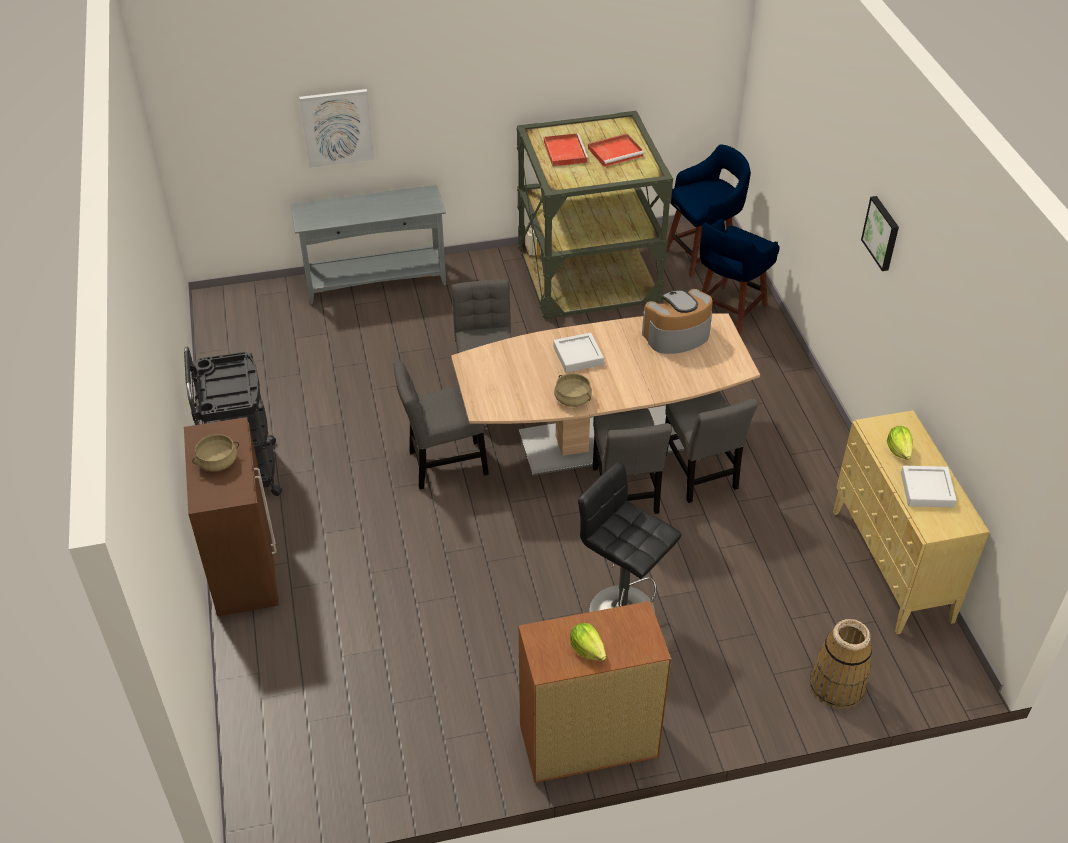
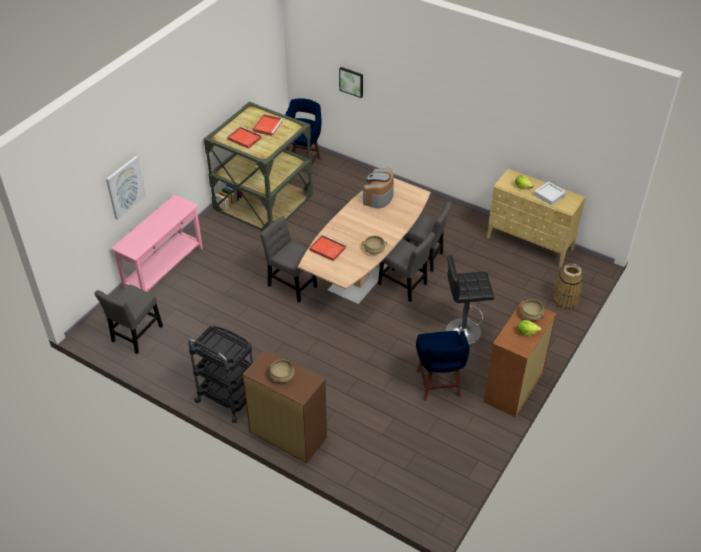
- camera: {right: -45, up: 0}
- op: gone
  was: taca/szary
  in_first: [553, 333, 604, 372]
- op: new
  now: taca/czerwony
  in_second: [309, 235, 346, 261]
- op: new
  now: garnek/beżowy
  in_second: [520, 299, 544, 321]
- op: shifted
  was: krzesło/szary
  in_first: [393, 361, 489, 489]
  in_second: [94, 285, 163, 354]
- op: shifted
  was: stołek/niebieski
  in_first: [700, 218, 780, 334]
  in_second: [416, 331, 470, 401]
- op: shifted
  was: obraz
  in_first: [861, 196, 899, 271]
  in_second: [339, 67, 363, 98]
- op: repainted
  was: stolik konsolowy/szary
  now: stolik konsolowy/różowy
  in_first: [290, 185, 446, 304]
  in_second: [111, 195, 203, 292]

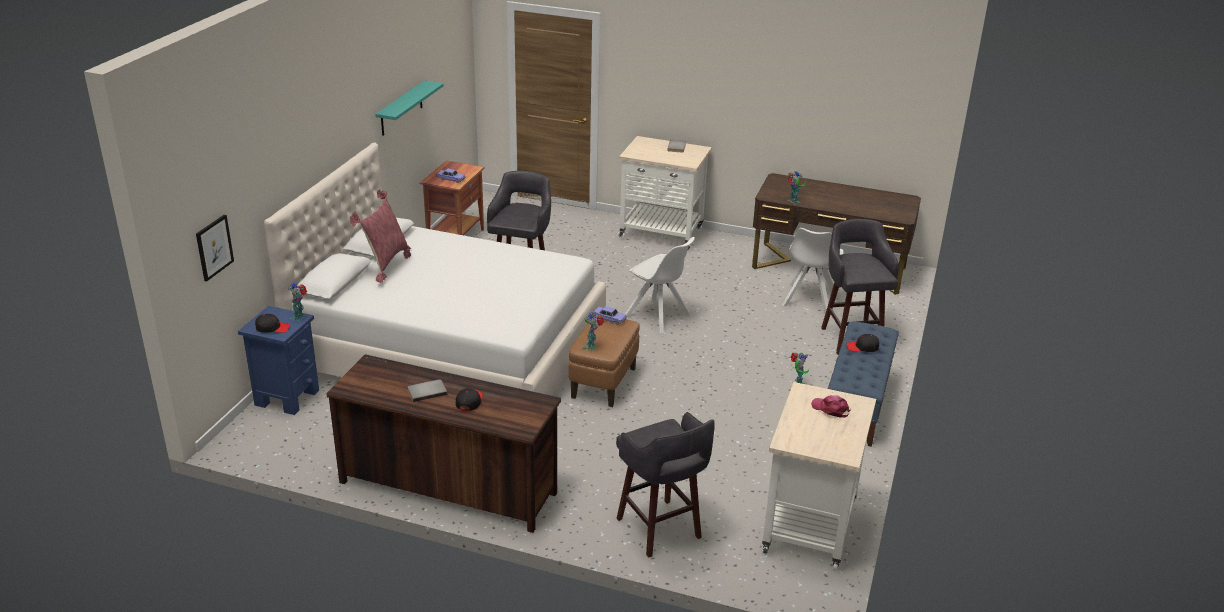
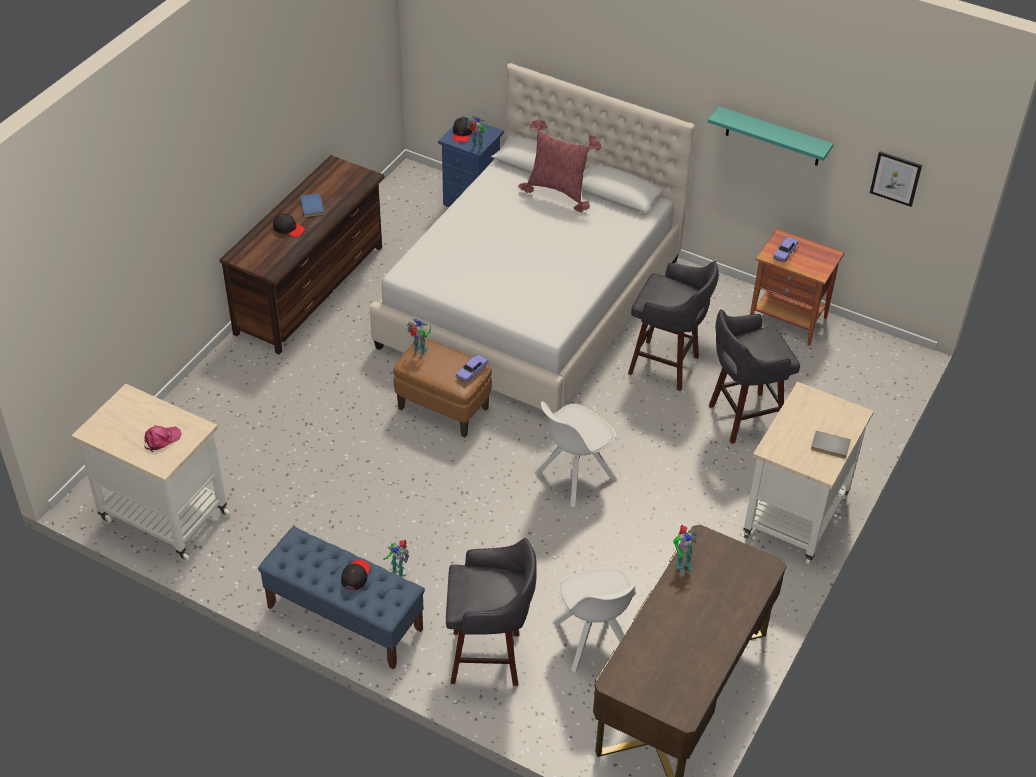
- camera: {right: 100, up: 15}
- op: shifted
  was: obraz
  in_first: [196, 214, 234, 282]
  in_second: [870, 151, 922, 207]
- op: shifted
  was: stołek/szary
  in_first: [616, 412, 715, 558]
  in_second: [709, 309, 800, 444]
- op: repainted
  was: książka/szary
  now: książka/niebieski
  in_first: [407, 379, 447, 402]
  in_second: [300, 193, 324, 217]
- op: rotated
  was: krzesło/biały
  in_first: [782, 228, 843, 313]
  in_second: [553, 567, 636, 673]
  clockwise: -135

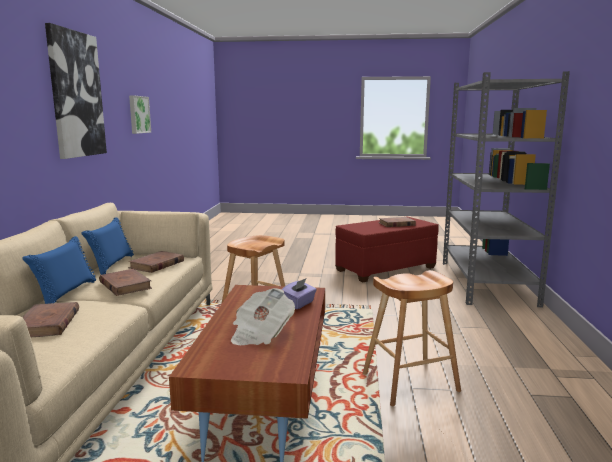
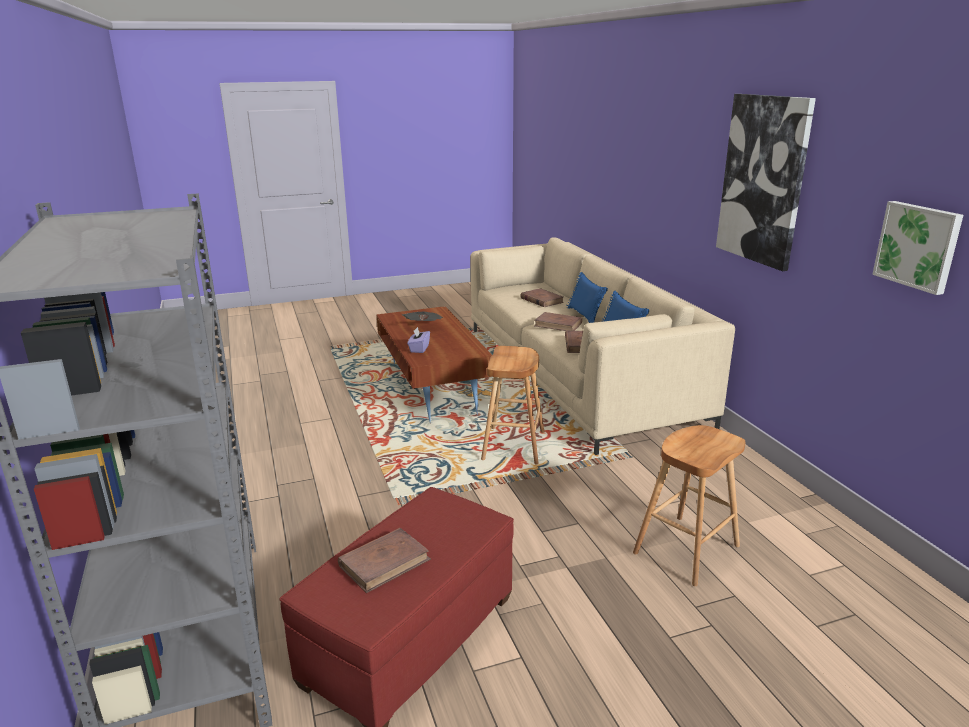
- camera: {right: 155, up: 10}
- op: shifted
  was: stołek/brązowy
  in_first: [363, 270, 461, 406]
  in_second: [633, 425, 745, 586]

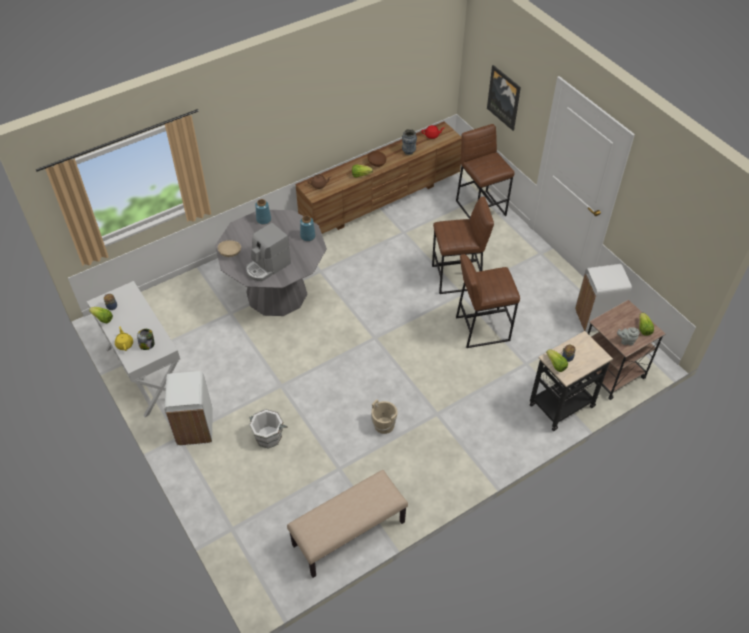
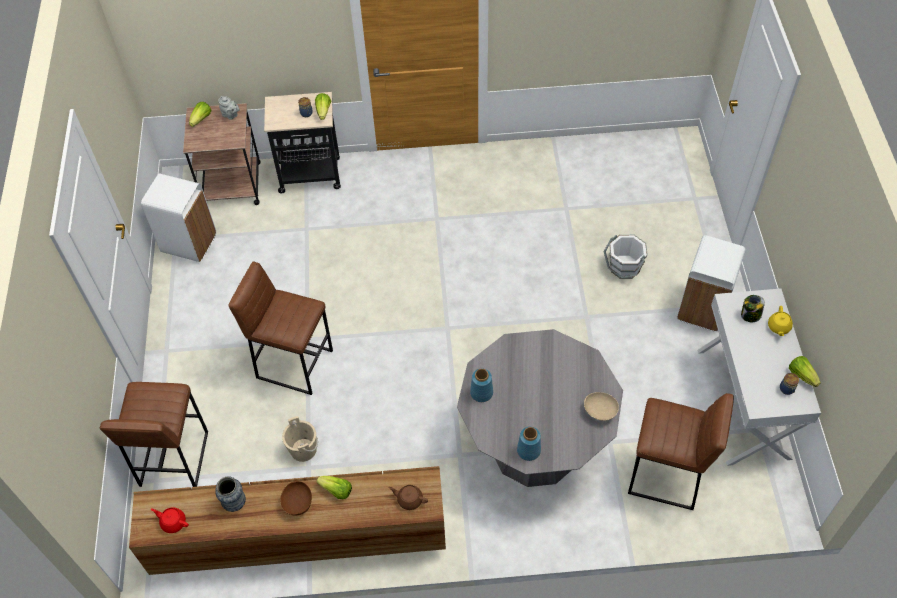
- camera: {right: -150, up: 5}
- op: gone
  was: ekspres do kawy
  in_first: [246, 222, 291, 281]
- op: gone
  was: ławka/beżowy
  in_first: [287, 470, 408, 578]
- op: gone
  was: obraz
  in_first: [487, 65, 521, 131]
- op: shifted
  was: wiadro/beżowy
  in_first: [371, 399, 398, 434]
  in_second: [282, 416, 318, 462]
- op: shifted
  was: stołek/brązowy
  in_first: [456, 254, 520, 348]
  in_second: [628, 393, 734, 510]

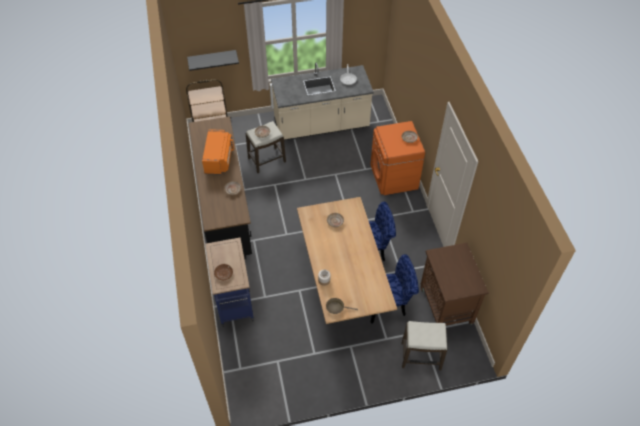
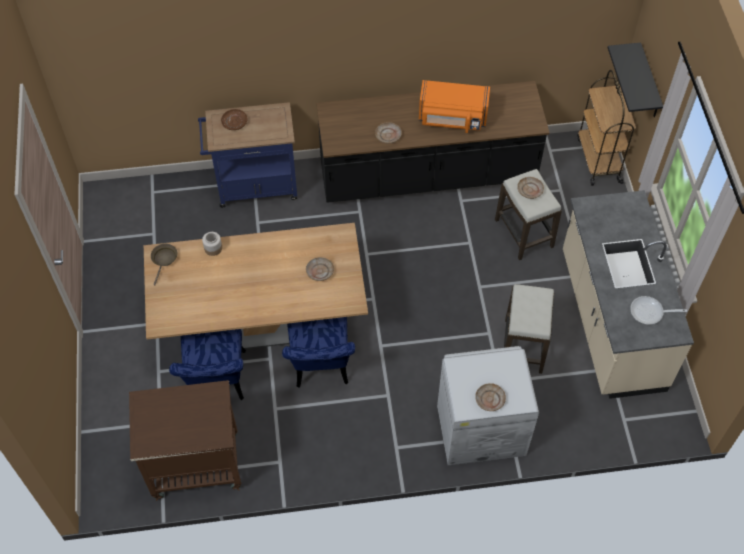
- camera: {right: 95, up: 5}
- op: shifted
  was: stołek
  in_first: [402, 321, 447, 370]
  in_second: [504, 284, 554, 374]
- op: repainted
  was: pralka/pomarańczowy
  now: pralka/biały
  in_first: [370, 121, 425, 195]
  in_second: [437, 346, 539, 465]

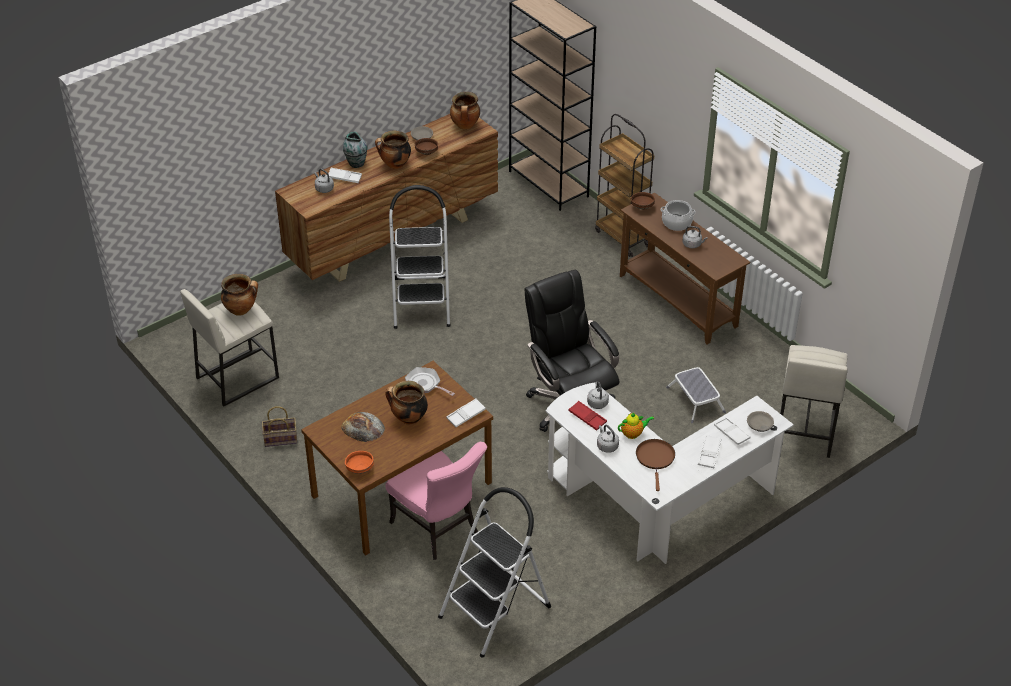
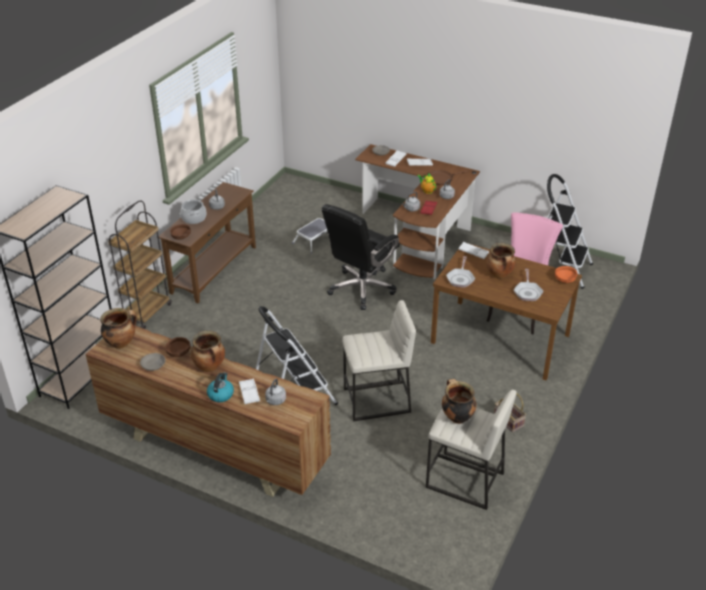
- camera: {right: -115, up: -5}
- op: shifted
  was: stołek/beżowy
  in_first: [780, 345, 848, 458]
  in_second: [342, 300, 416, 421]
- op: swapped
  was: chleb
  now: patelnia
  in_first: [341, 412, 385, 442]
  in_second: [514, 269, 544, 301]
- op: swapped
  was: wazon
  now: czajnik
  in_first: [343, 132, 368, 168]
  in_second: [207, 372, 234, 402]
- op: repainted
  was: biurko/biały
  now: biurko/brązowy
  in_first: [546, 383, 794, 564]
  in_second: [355, 144, 480, 280]

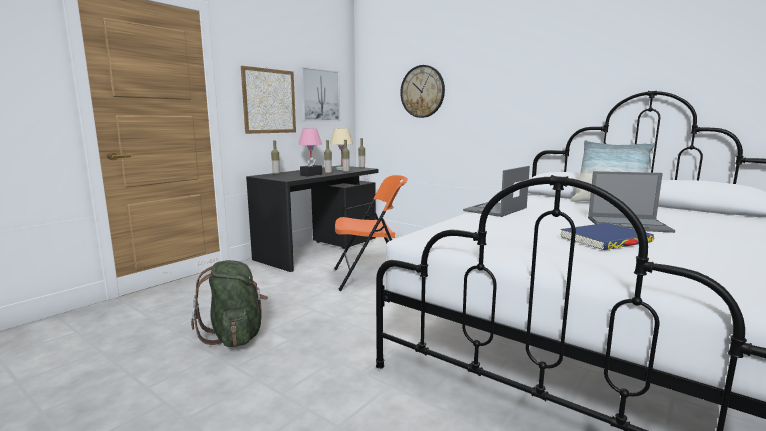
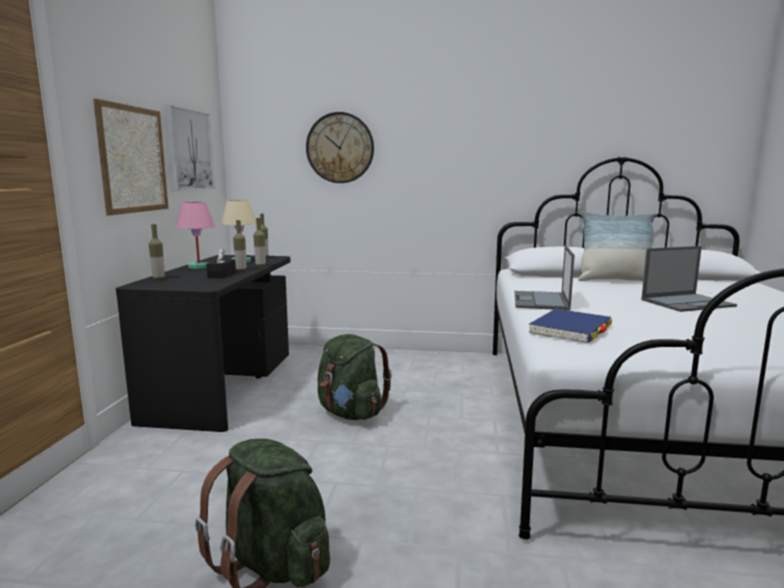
- camera: {right: -30, up: 0}
- op: shifted
  was: książka/niebieski
  in_first: [560, 223, 654, 250]
  in_second: [529, 309, 612, 343]
- op: swapped
  was: krzesło/pomarańczowy
  now: plecak/zielony
  in_first: [334, 175, 408, 291]
  in_second: [318, 334, 392, 420]

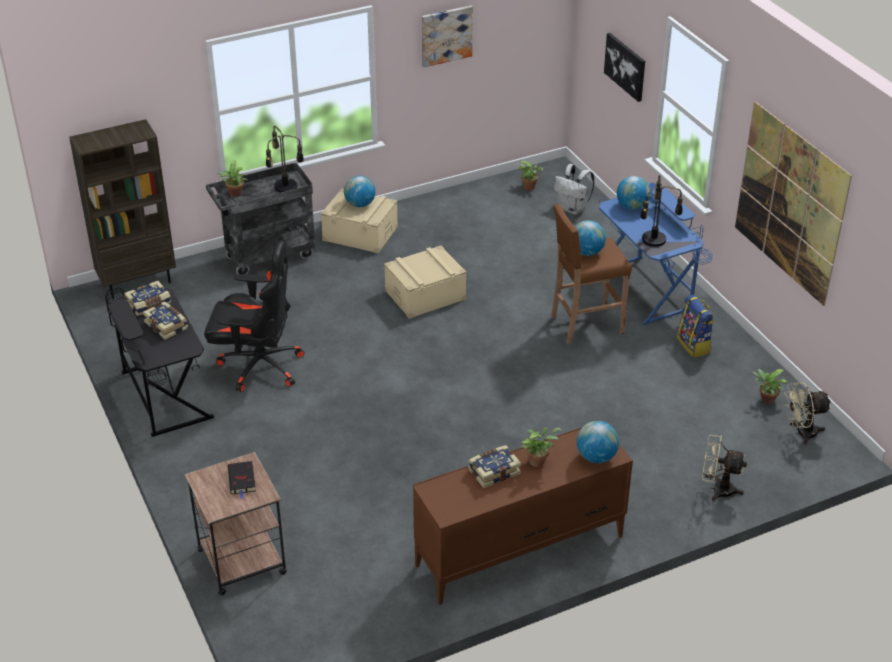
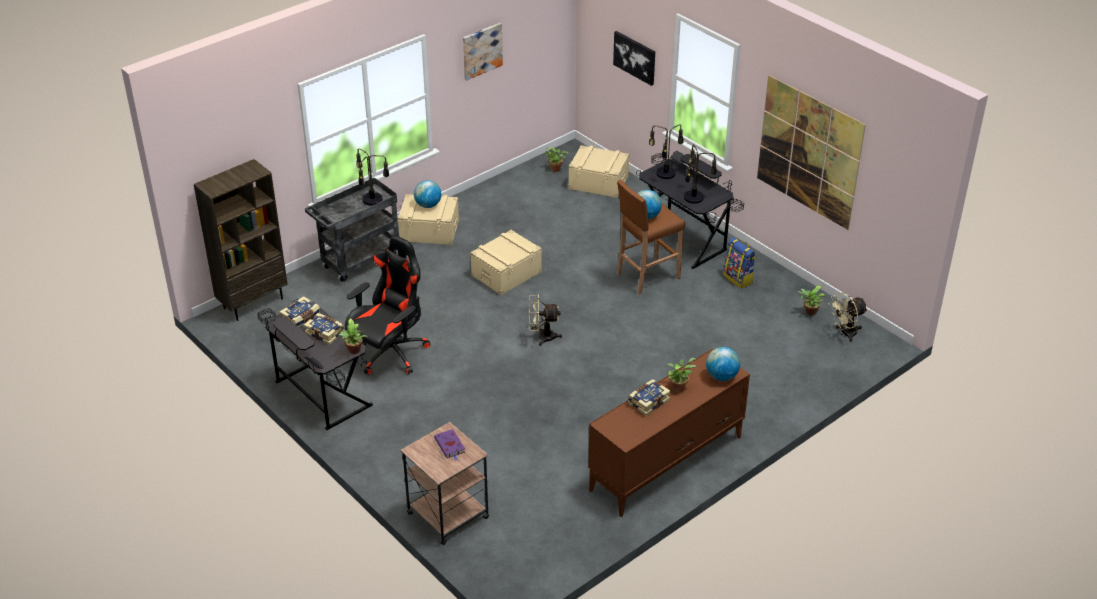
- camera: {right: -15, up: 0}
- op: shifted
  was: roślina doniczkowa
  in_first: [218, 160, 248, 197]
  in_second: [339, 318, 368, 354]
- op: shifted
  was: wentylator/beżowy
  in_first: [702, 435, 747, 501]
  in_second: [529, 294, 562, 346]
- op: swapped
  was: plecak/biały
  now: pojemnik do przechowywania/beżowy
  in_first: [554, 164, 594, 214]
  in_second: [568, 145, 630, 198]
- op: swapped
  was: globus
  now: lampa stołowa
  in_first: [617, 176, 650, 210]
  in_second: [649, 124, 684, 179]
- op: repainted
  was: książka/czarny
  now: książka/fioletowy
  in_first: [228, 461, 256, 499]
  in_second: [434, 429, 465, 461]
- op: repainted
  was: biurko/niebieski
  now: biurko/czarny
  in_first: [599, 182, 713, 325]
  in_second: [636, 151, 744, 269]
- op: rotated
  was: krzesło biurowe/czarny
  in_first: [204, 240, 304, 392]
  in_second: [345, 235, 430, 375]
  clockwise: -45

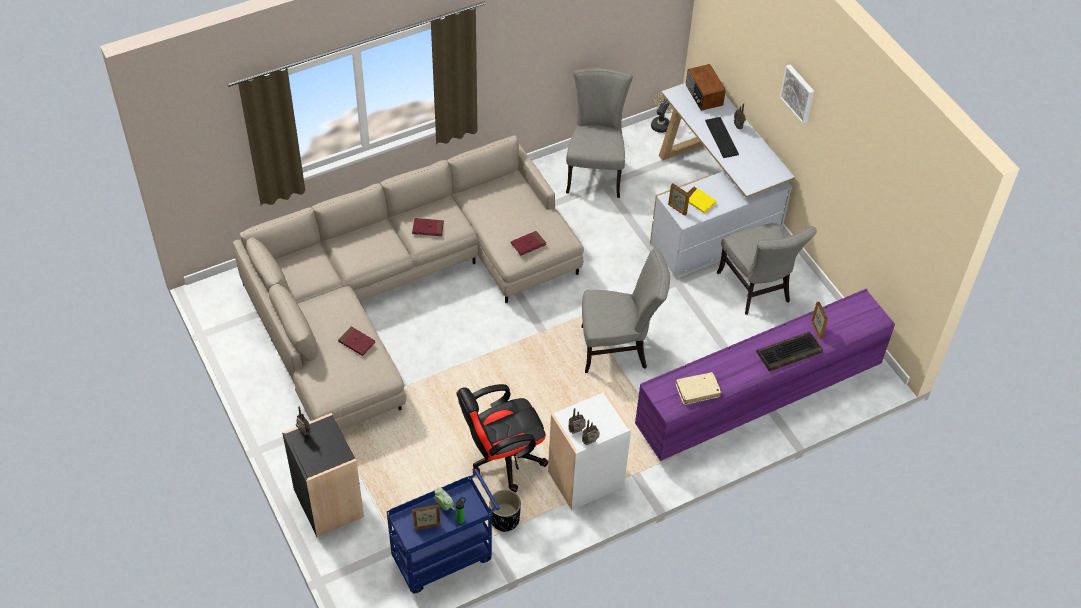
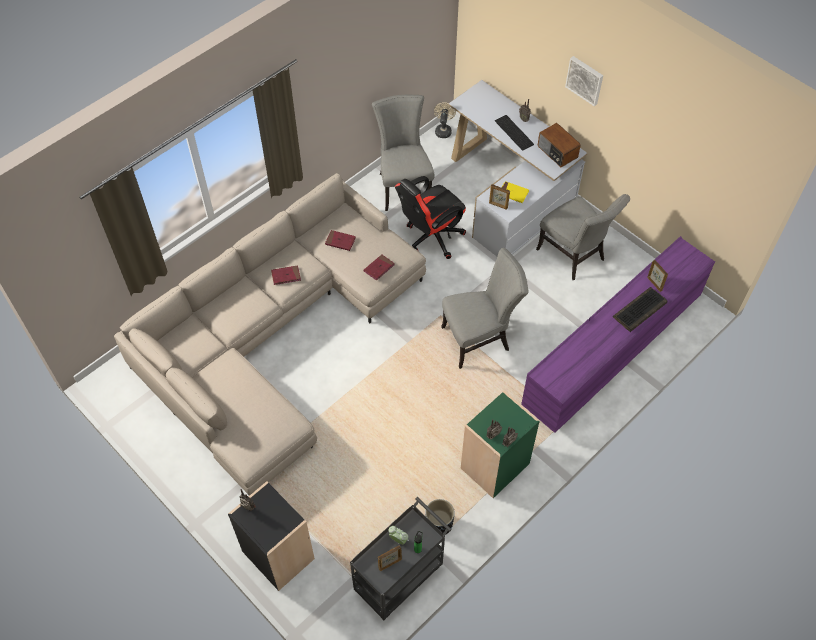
- camera: {right: -15, up: 5}
- op: gone
  was: książka/beżowy
  in_first: [676, 372, 721, 405]
- op: shifted
  was: książka/czerwony
  in_first: [338, 326, 376, 356]
  in_second: [325, 230, 356, 251]
- op: shifted
  was: krzesło biurowe/czarny
  in_first: [456, 384, 548, 493]
  in_second: [395, 176, 466, 259]
- op: shifted
  was: radio
  in_first: [686, 64, 726, 111]
  in_second: [538, 123, 581, 167]
- op: repainted
  was: wózek/niebieski
  now: wózek/szary
  in_first: [387, 468, 500, 593]
  in_second: [350, 497, 452, 620]
- op: repainted
  was: regał/biały
  now: regał/zielony
  in_first: [548, 391, 631, 510]
  in_second: [461, 391, 540, 498]

